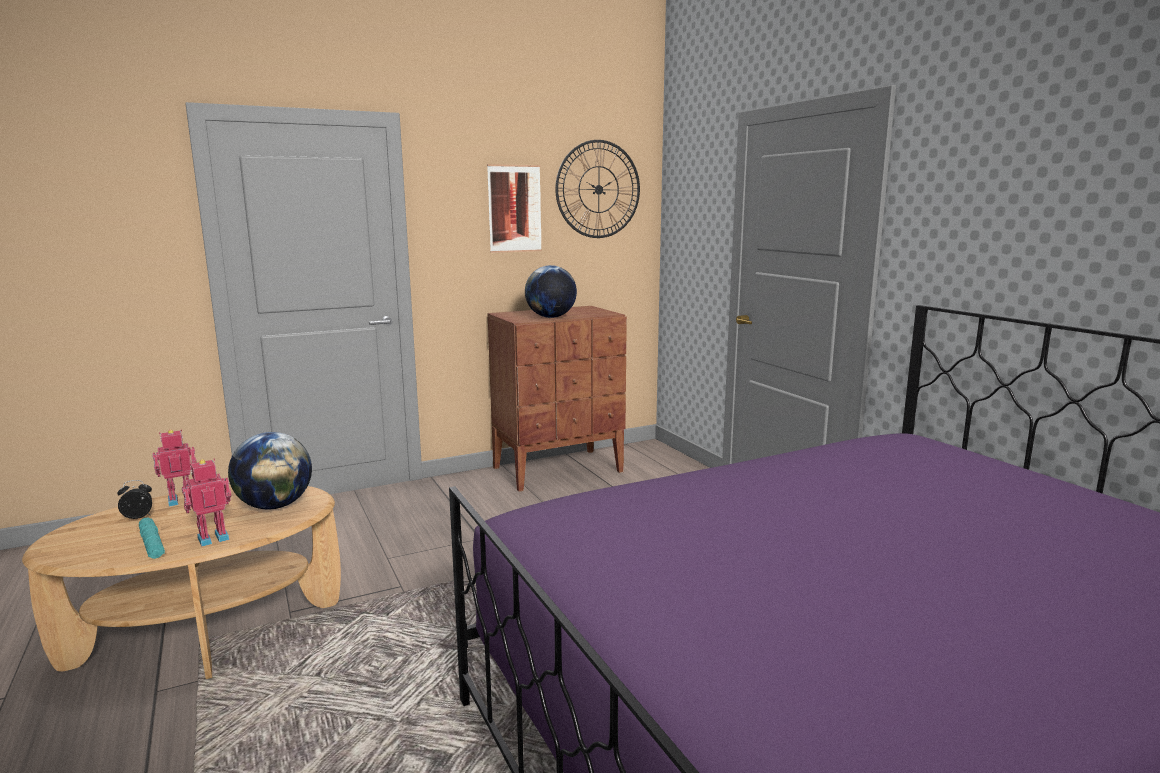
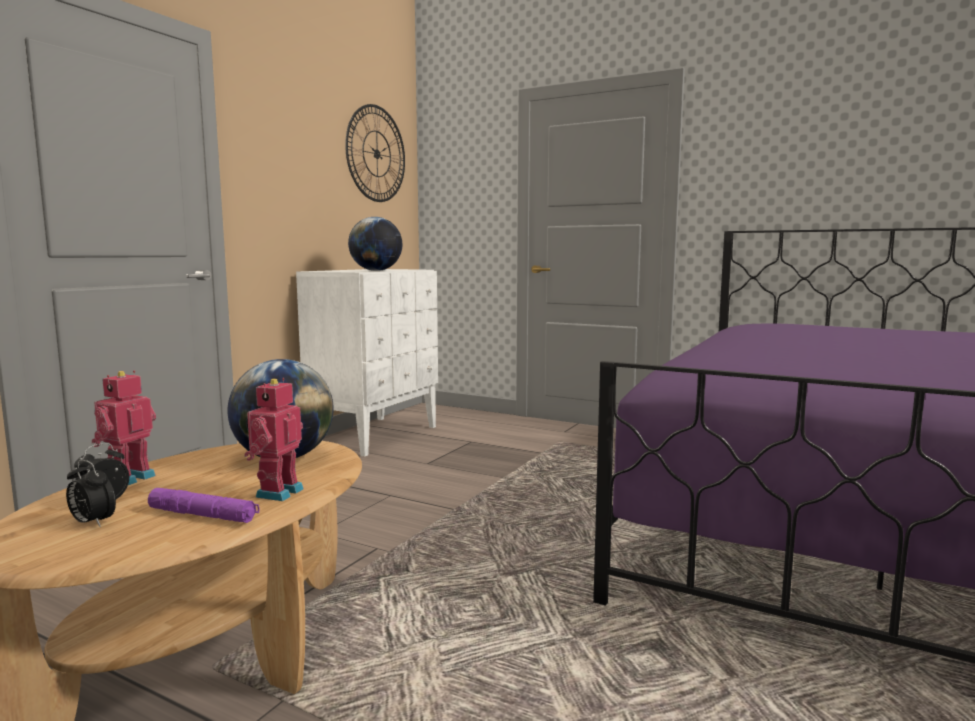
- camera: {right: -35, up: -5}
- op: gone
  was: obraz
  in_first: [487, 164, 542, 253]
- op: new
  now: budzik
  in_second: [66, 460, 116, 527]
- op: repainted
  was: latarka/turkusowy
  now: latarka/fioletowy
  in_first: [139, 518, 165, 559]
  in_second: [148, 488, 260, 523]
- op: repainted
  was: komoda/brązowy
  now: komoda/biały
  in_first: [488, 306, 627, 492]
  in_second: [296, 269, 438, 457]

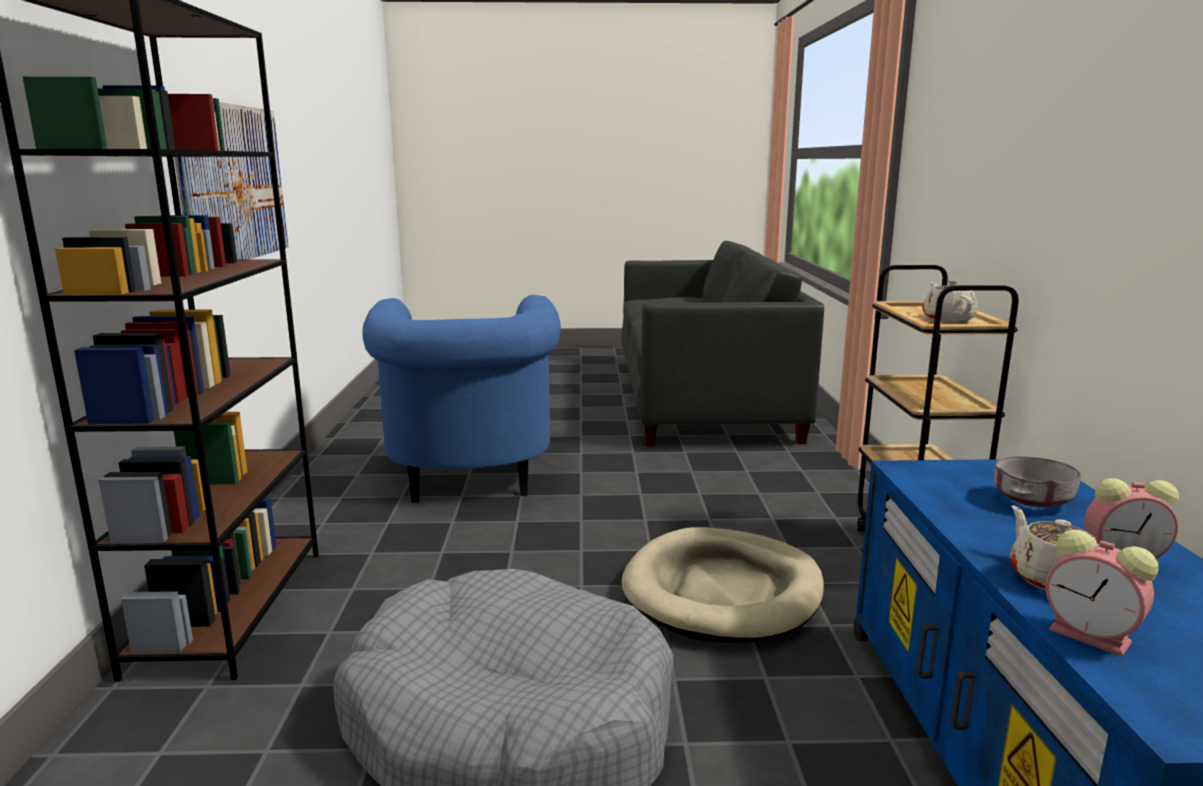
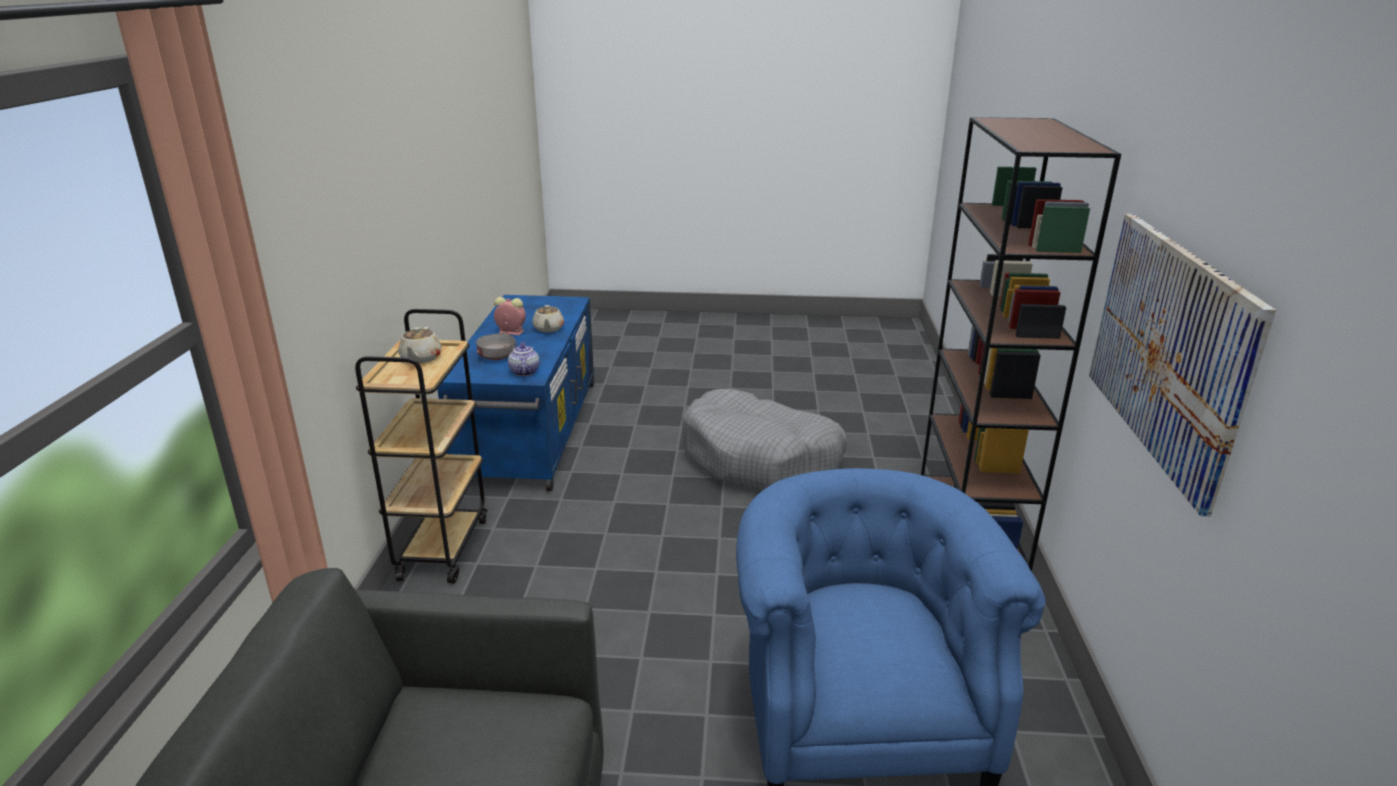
- camera: {right: -175, up: 10}
- op: gone
  was: legowisko/beżowy
  in_first: [622, 527, 824, 643]
- op: gone
  was: budzik
  in_first: [1045, 530, 1158, 657]
- op: new
  now: imbryk
  in_second: [508, 342, 540, 376]

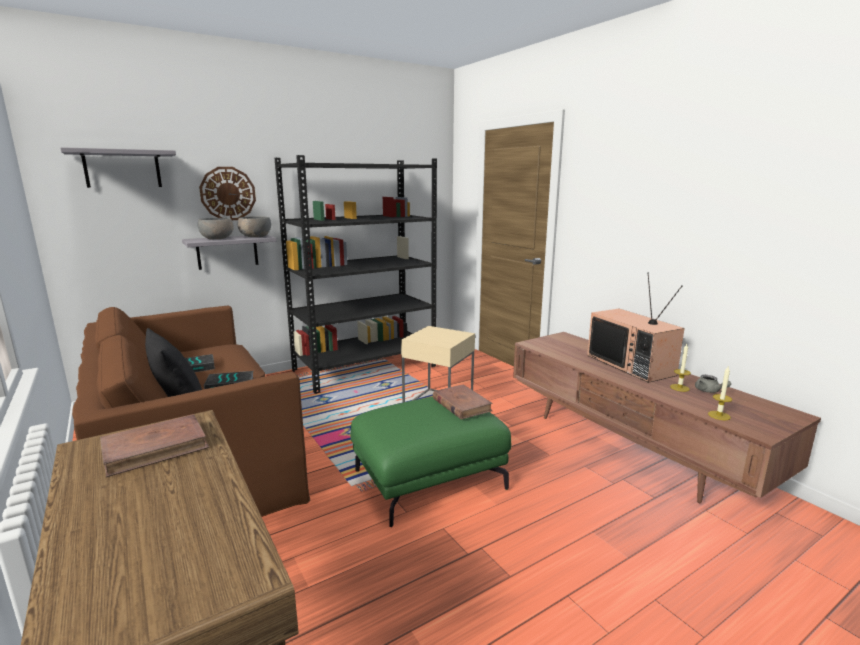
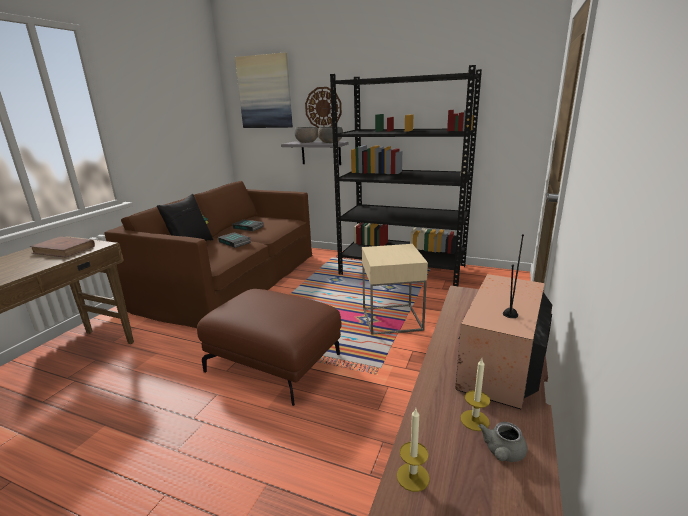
- camera: {right: 55, up: 5}
- op: gone
  was: książka/brązowy
  in_first: [433, 385, 493, 420]
- op: swapped
  was: półka/szary
  now: obraz
  in_first: [60, 147, 176, 188]
  in_second: [235, 53, 293, 128]
- op: repainted
  was: pufa/zielony
  now: pufa/brązowy
  in_first: [350, 397, 511, 527]
  in_second: [197, 289, 342, 406]

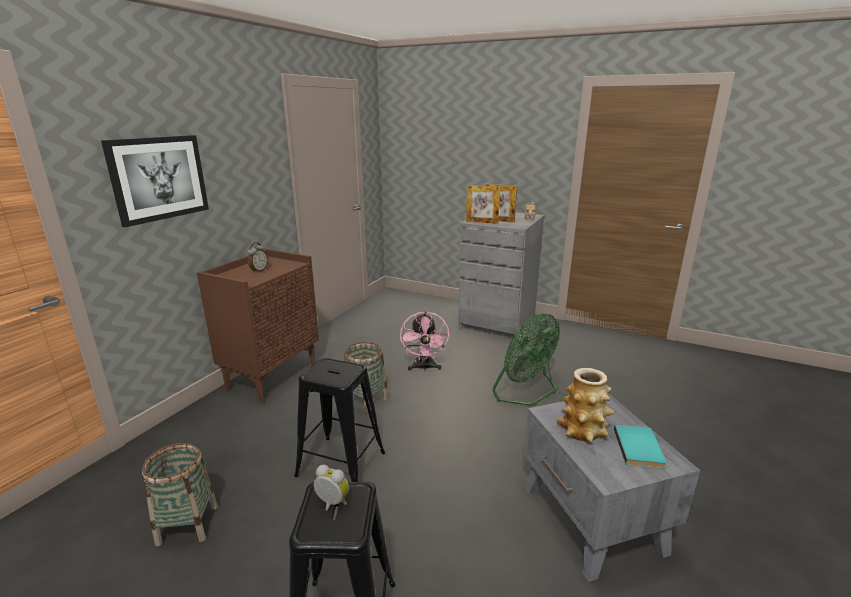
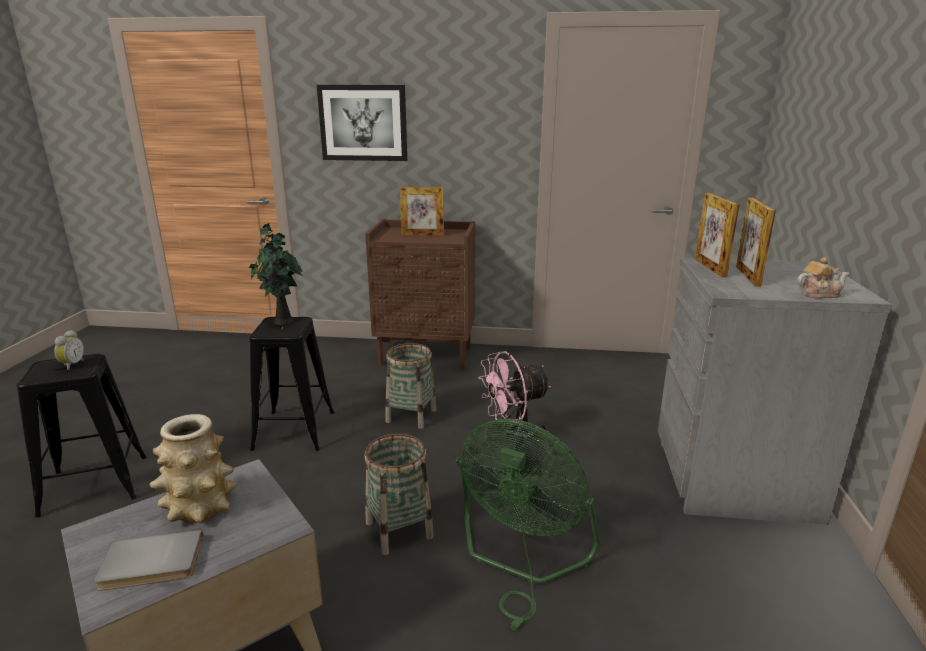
- camera: {right: 70, up: 0}
- op: new
  now: roślina doniczkowa
  in_second: [249, 223, 303, 325]
- op: shifted
  was: koszyk
  in_first: [142, 443, 218, 547]
  in_second: [364, 434, 434, 555]
- op: swapped
  was: budzik
  now: ramka na zdjęcie
  in_first: [247, 242, 268, 273]
  in_second: [400, 187, 444, 236]
- op: repainted
  was: książka/turkusowy
  now: książka/szary
  in_first: [614, 424, 667, 469]
  in_second: [94, 530, 203, 591]

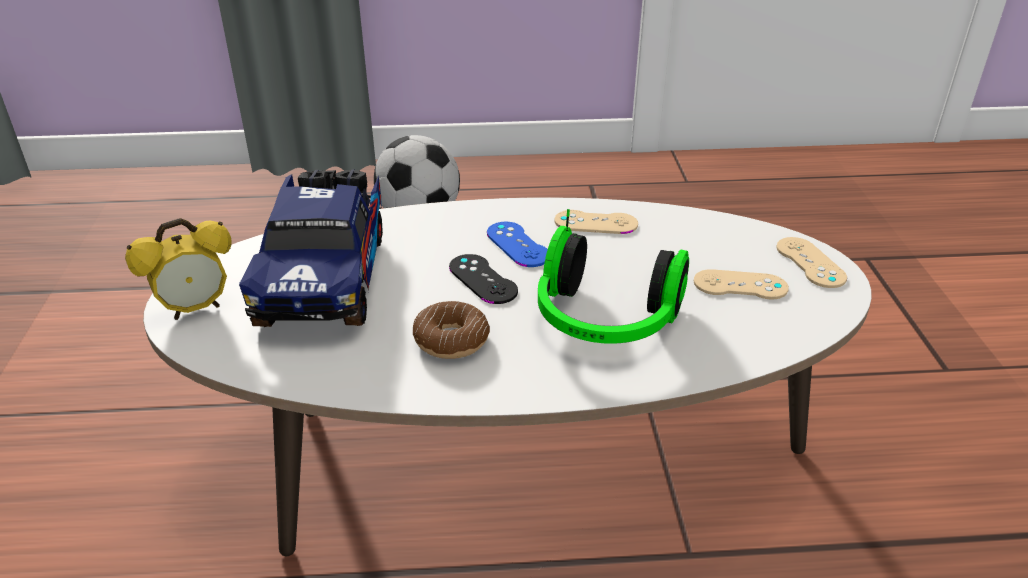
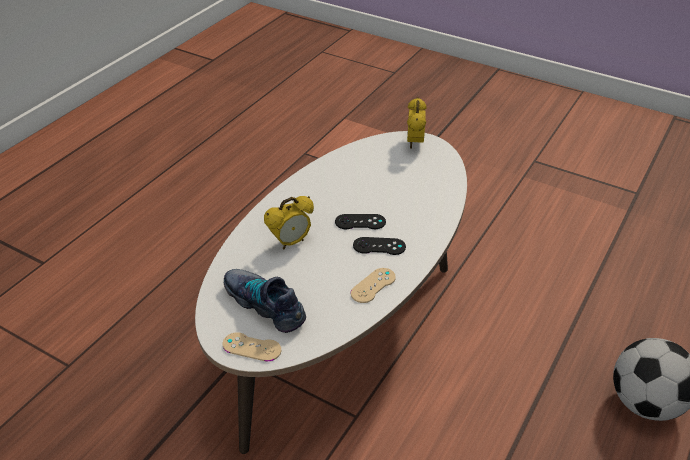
- camera: {right: 125, up: 5}
- op: gone
  was: ciężarówka zabawkowa
  in_first: [239, 169, 383, 327]
- op: gone
  was: donut
  in_first: [413, 301, 490, 359]
- op: swapped
  was: słuchawki
  now: budzik
  in_first: [538, 209, 689, 344]
  in_second: [264, 196, 314, 249]
- op: swapped
  was: pad do gier/beżowy
  now: but
  in_first: [694, 269, 789, 299]
  in_second: [224, 269, 306, 333]
- op: repainted
  was: pad do gier/niebieski
  now: pad do gier/czarny
  in_first: [487, 222, 548, 267]
  in_second: [353, 237, 406, 255]

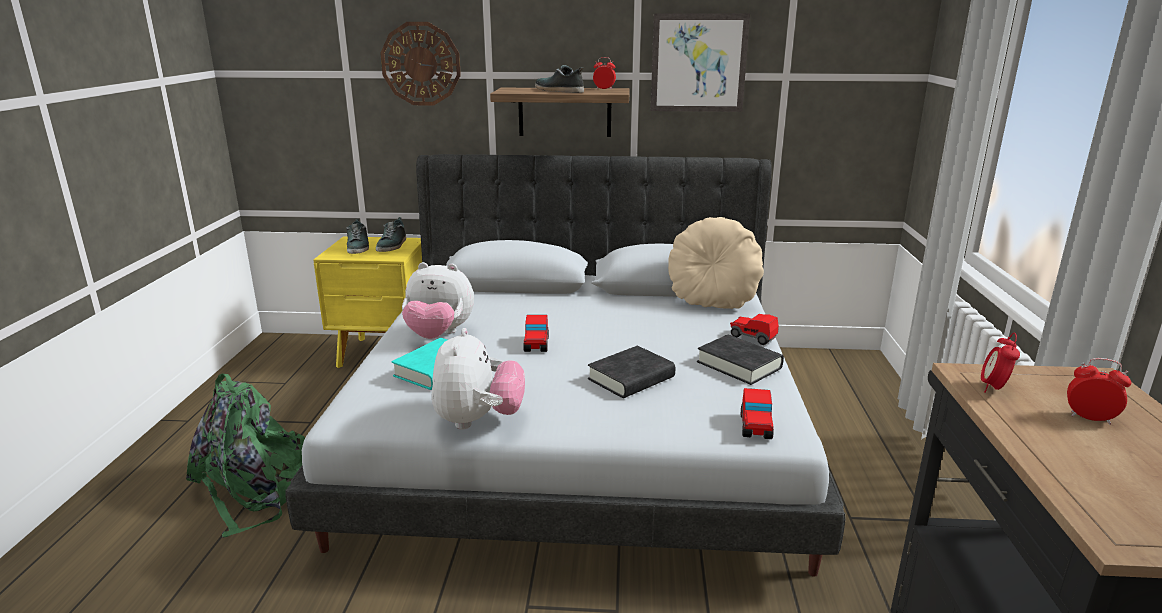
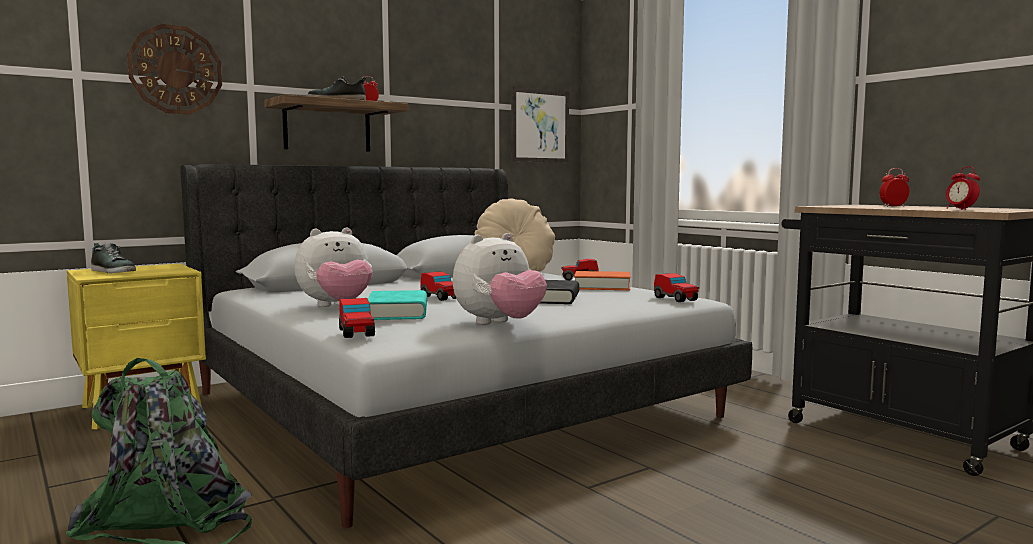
- camera: {right: -40, up: -15}
- op: gone
  was: but
  in_first: [376, 217, 406, 252]
- op: new
  now: samochodzik
  in_second: [339, 298, 375, 338]
- op: shifted
  was: obraz
  in_first: [651, 13, 750, 112]
  in_second: [511, 87, 569, 163]
- op: shifted
  was: budzik
  in_first: [981, 333, 1020, 393]
  in_second: [946, 166, 980, 210]
- op: repainted
  was: książka/czarny
  now: książka/pomarańczowy
  in_first: [697, 334, 784, 385]
  in_second: [574, 271, 631, 290]
- op: rotated
  was: pluszak
  in_first: [432, 328, 525, 430]
  in_second: [453, 233, 547, 325]
  clockwise: 90

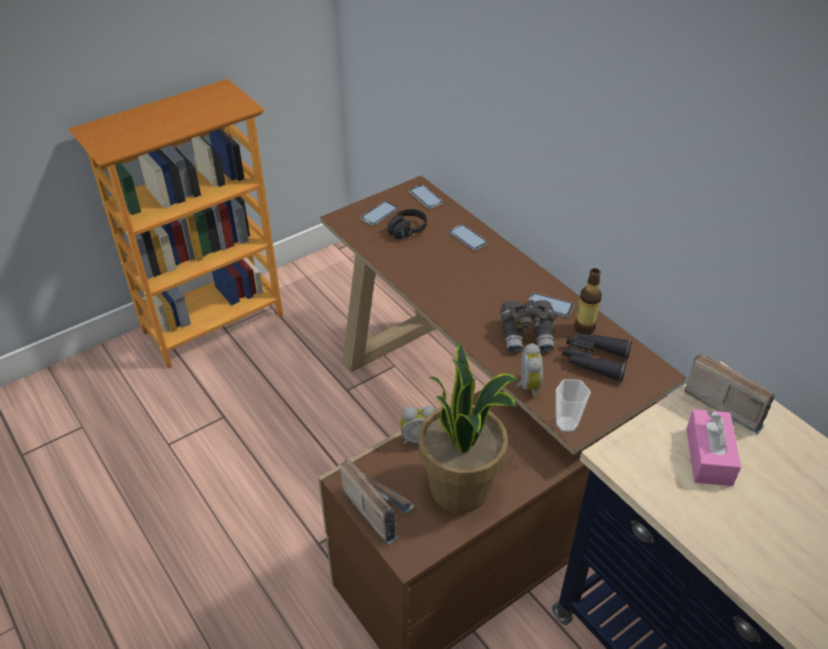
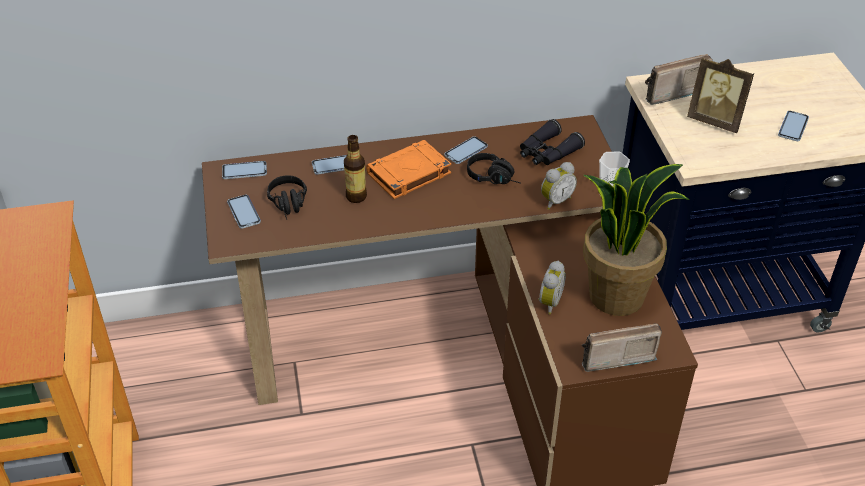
- camera: {right: -65, up: 0}
- op: new
  now: książka/pomarańczowy
  in_second: [366, 140, 451, 199]
- op: new
  now: telefon
  in_second: [778, 111, 809, 141]
- op: shifted
  was: butelka
  in_first: [574, 268, 602, 334]
  in_second: [344, 135, 367, 203]
- op: swapped
  was: lornetka/szary
  now: słuchawki/czarny
  in_first: [500, 300, 557, 353]
  in_second: [467, 153, 520, 184]
- op: swapped
  was: pudełko chusteczek/różowy
  now: ramka na zdjęcie
  in_first: [686, 409, 741, 486]
  in_second: [687, 57, 754, 133]
- op: rotated
  was: budzik
  in_first: [516, 343, 543, 398]
  in_second: [541, 162, 577, 210]
  clockwise: 120

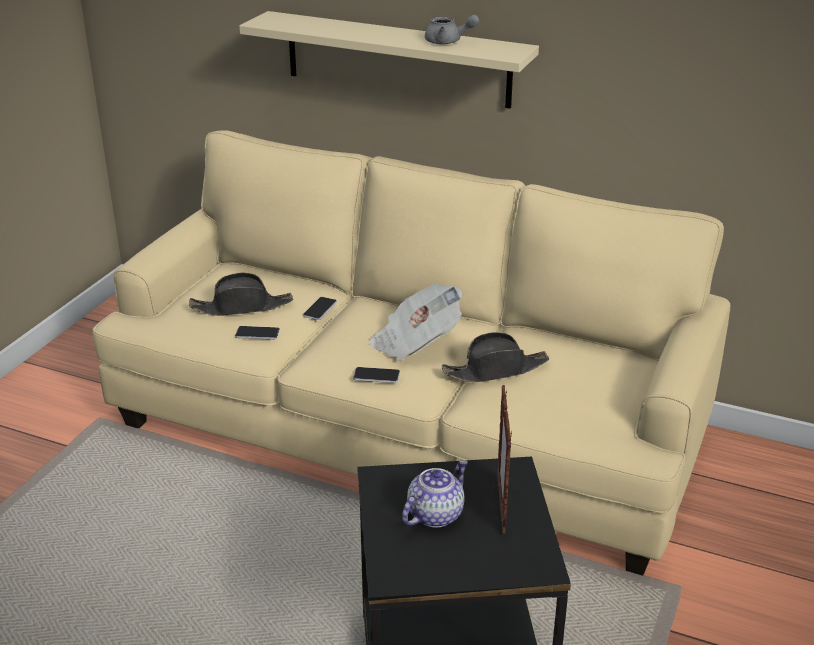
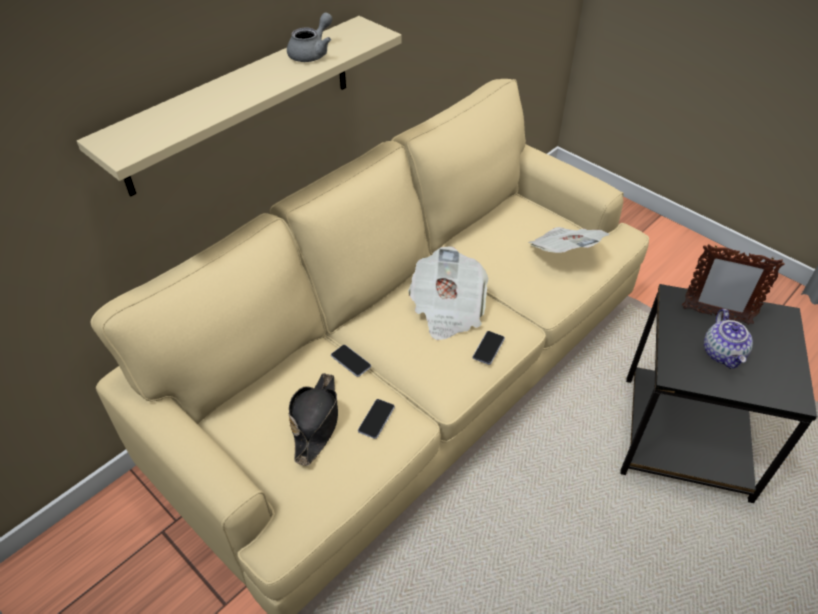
- camera: {right: -70, up: 15}
- op: gone
  was: kapelusz/czarny
  in_first: [442, 332, 549, 382]
- op: new
  now: gazeta
  in_second: [528, 227, 609, 253]
- op: rotated
  was: imbryk
  in_first: [402, 460, 468, 527]
  in_second: [704, 309, 753, 369]
  clockwise: -150

